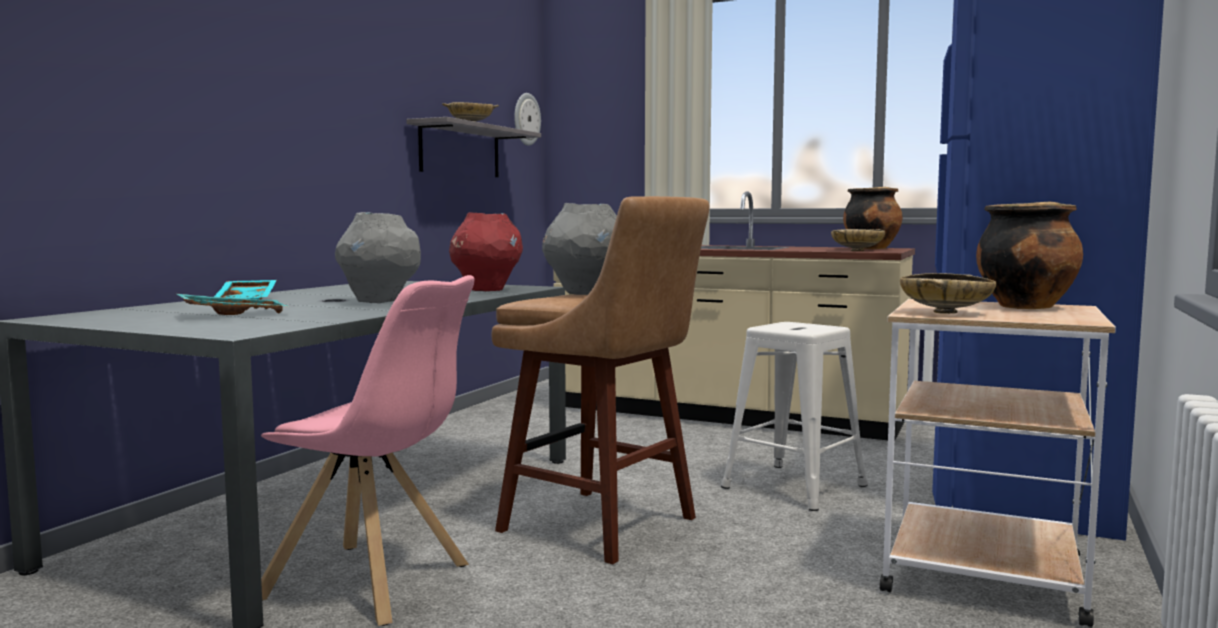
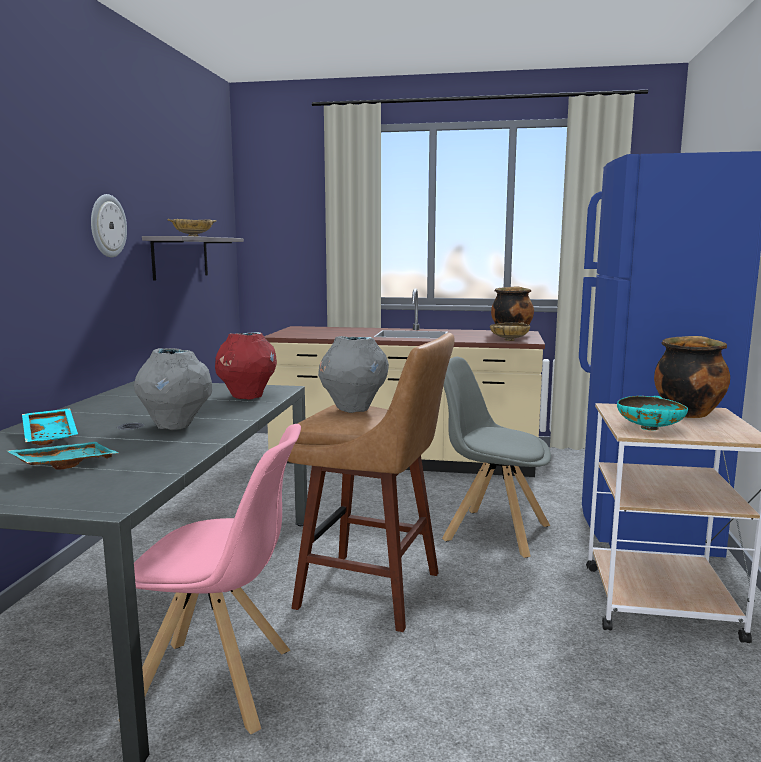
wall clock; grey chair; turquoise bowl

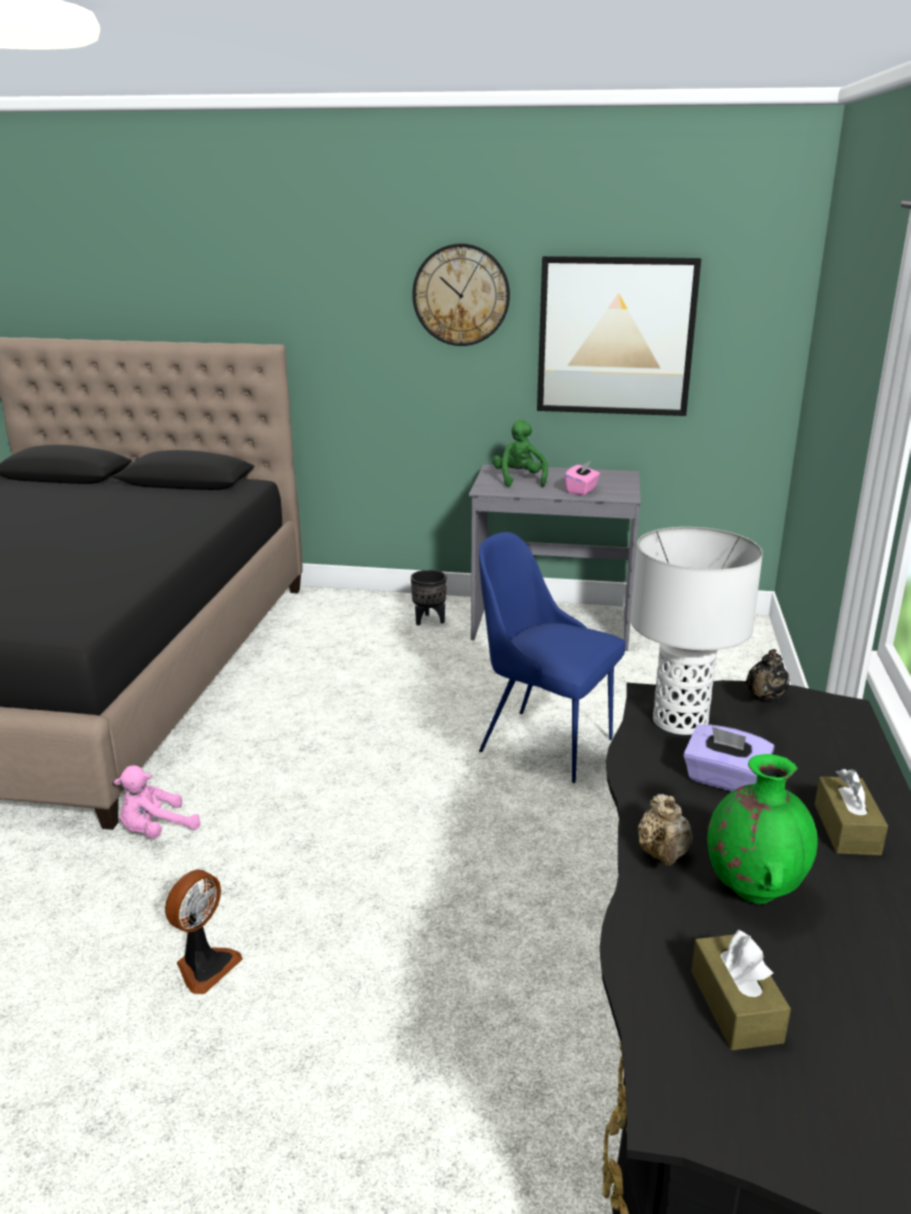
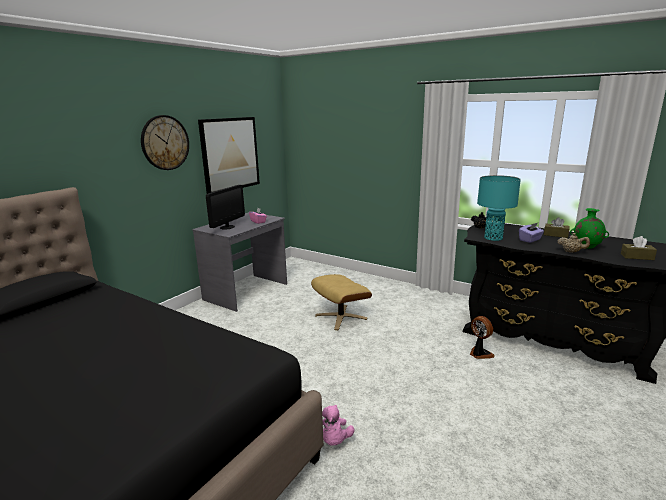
fan; black planter; beige ottoman; monitor; turquoise table lamp

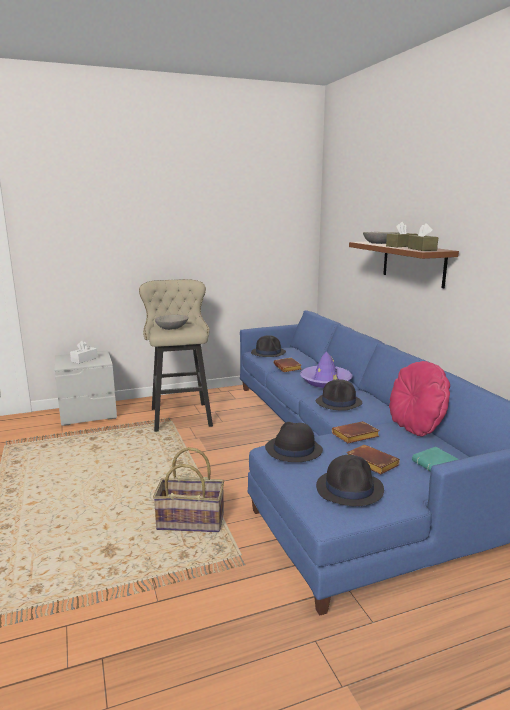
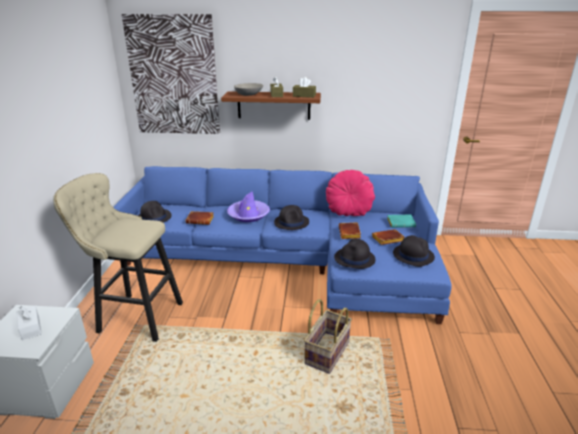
grey bowl (no. 1 from left in the first image); picture

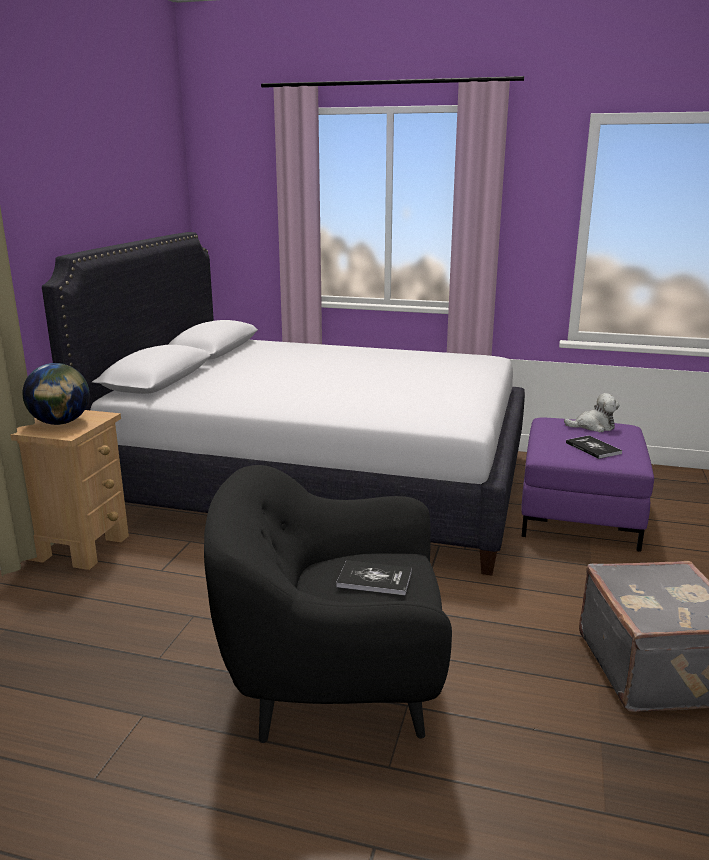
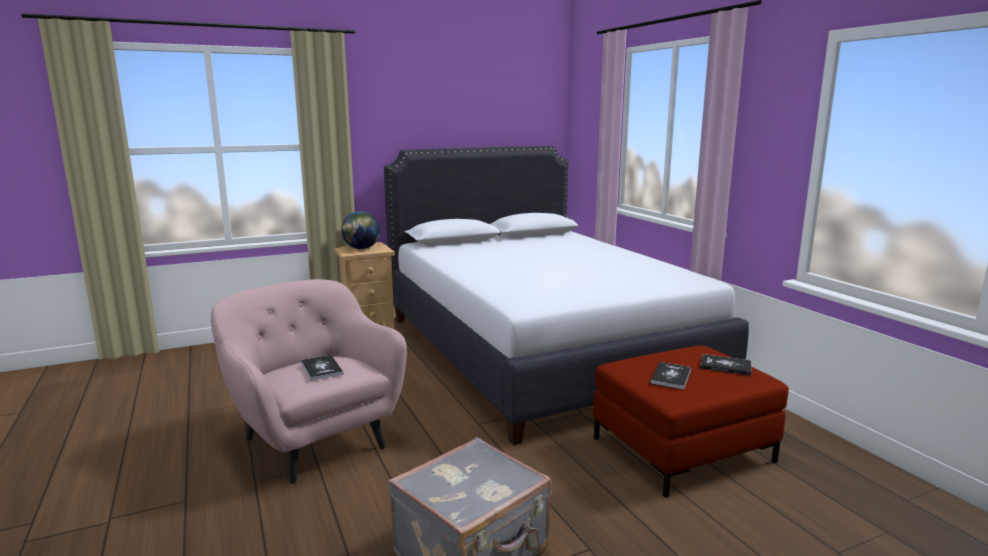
pink armchair; red ottoman; book (no. 3 from left)

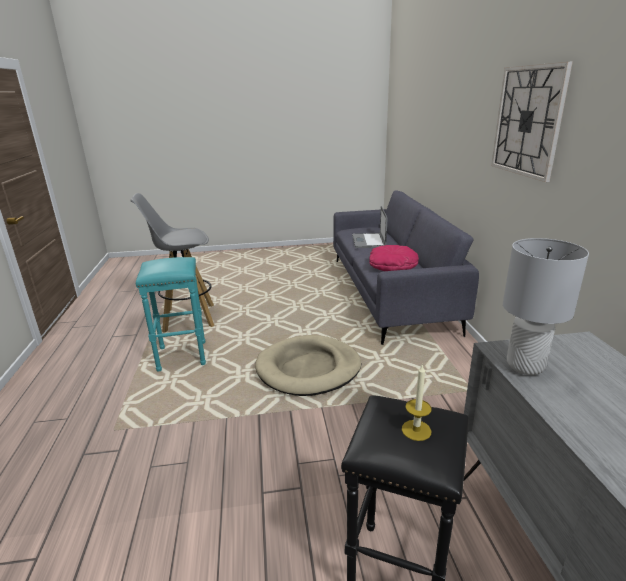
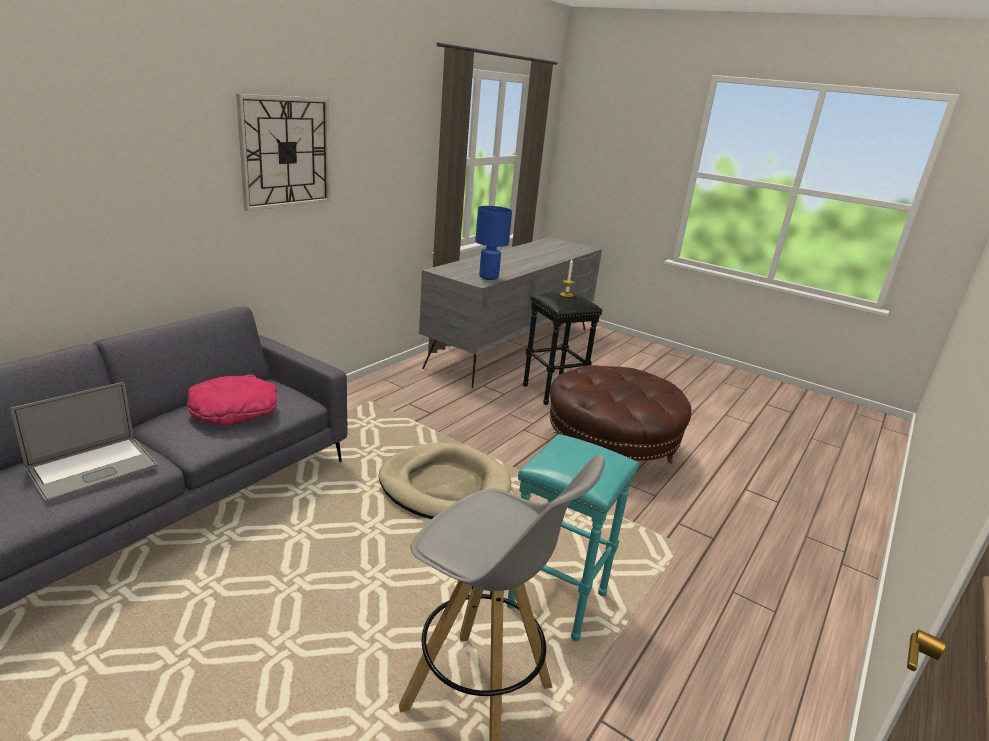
blue table lamp; brown ottoman

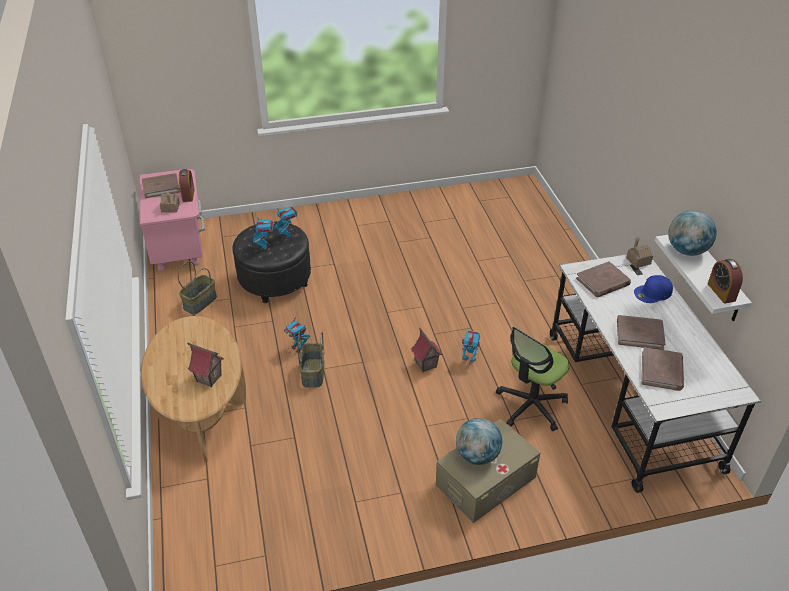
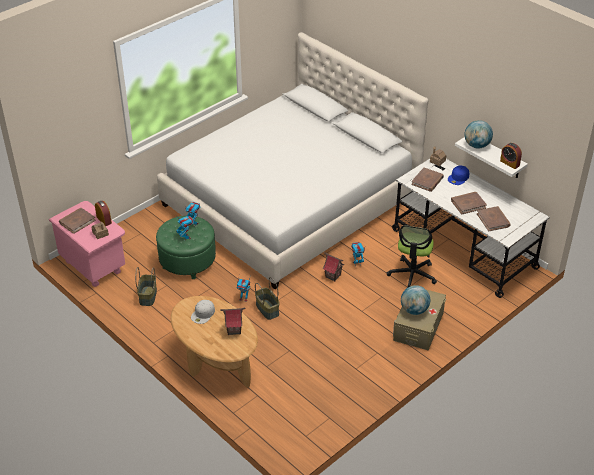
green ottoman; white bed; white cap

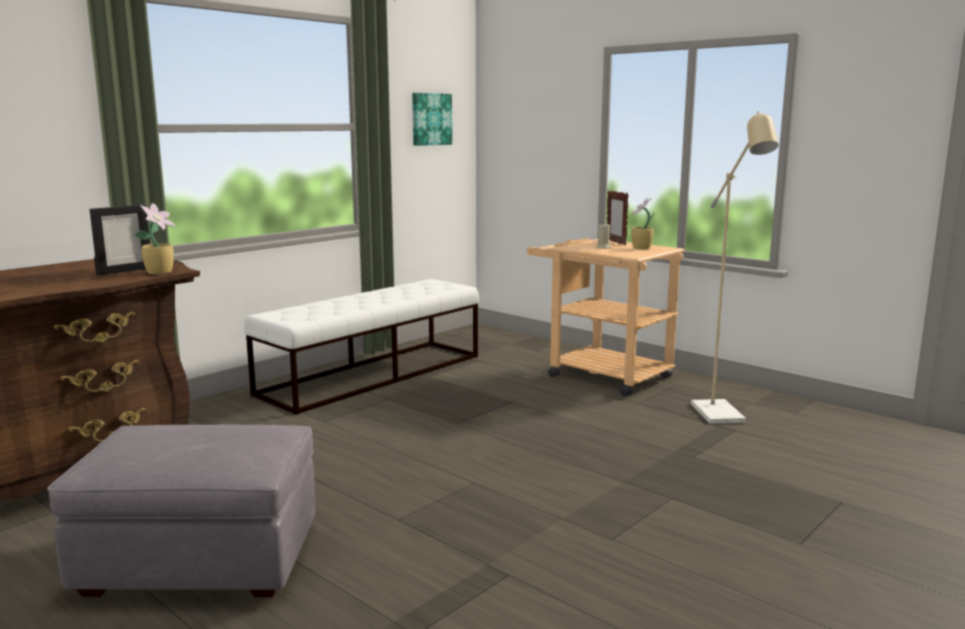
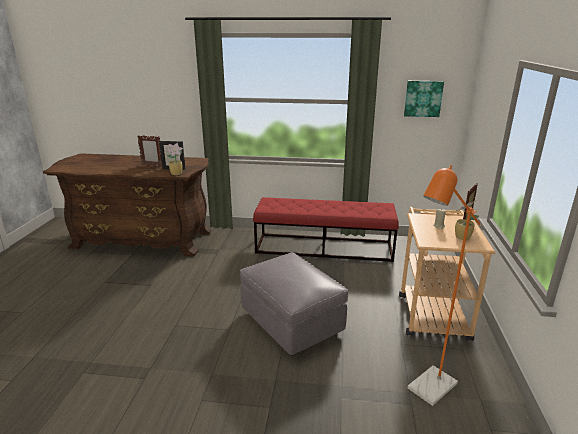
grey ottoman; red bench; orange floor lamp; picture frame (no. 1 from left)

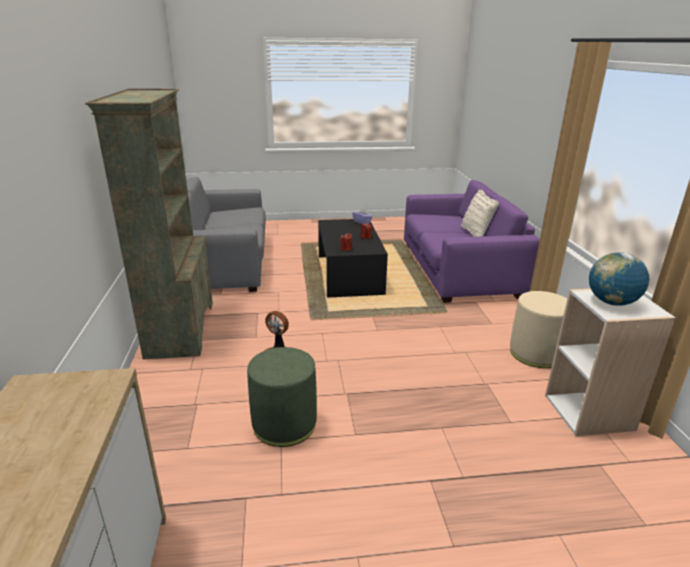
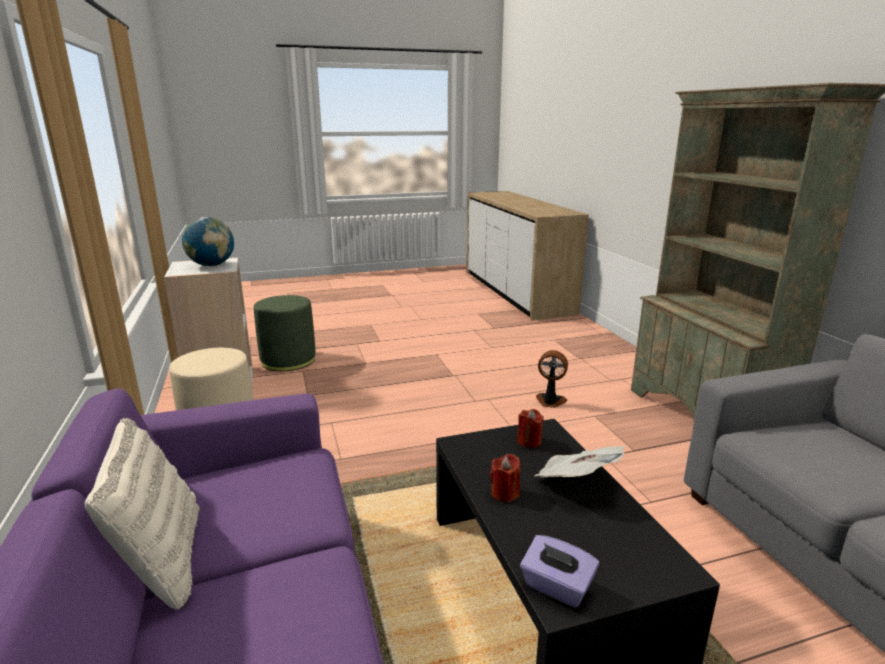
green ottoman; newspaper

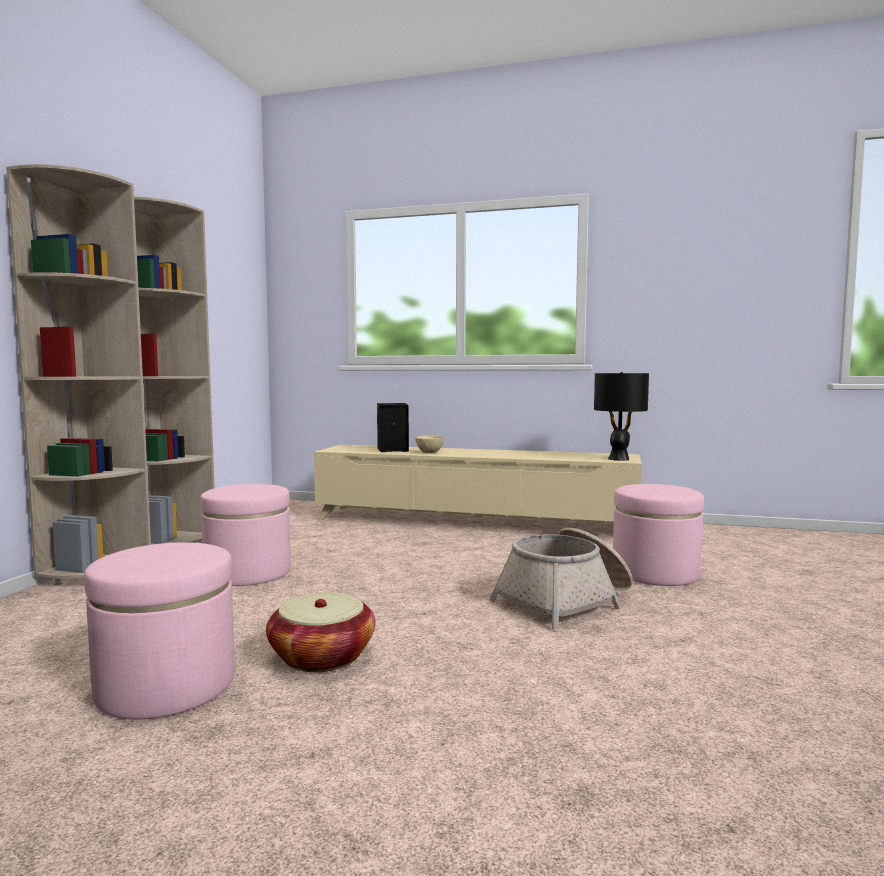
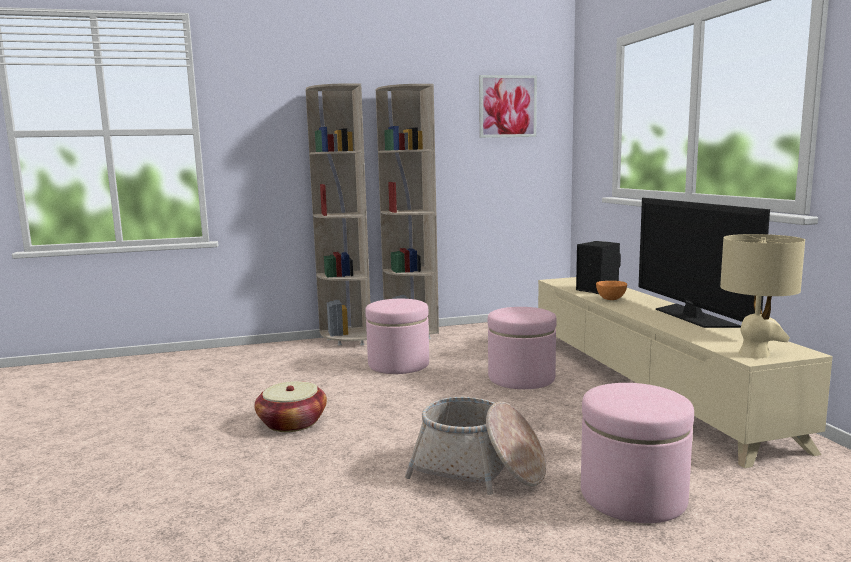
pink ottoman (no. 2 from left); orange bowl; beige table lamp; picture; television

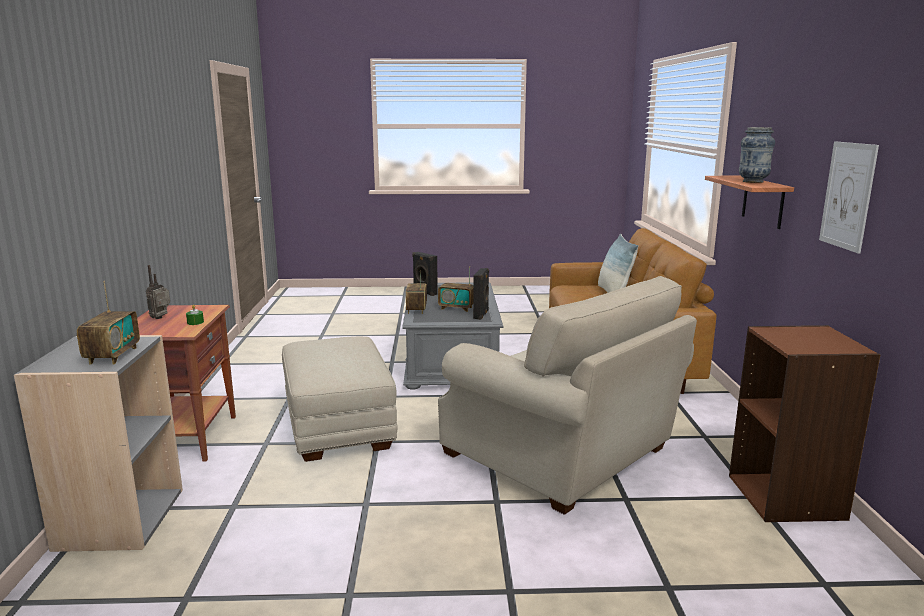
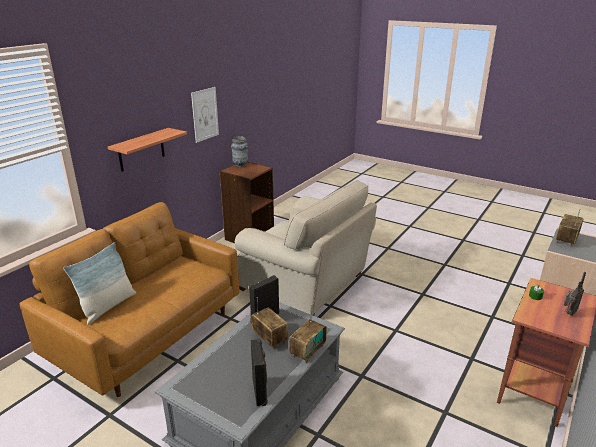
beige ottoman; beige armchair; vase

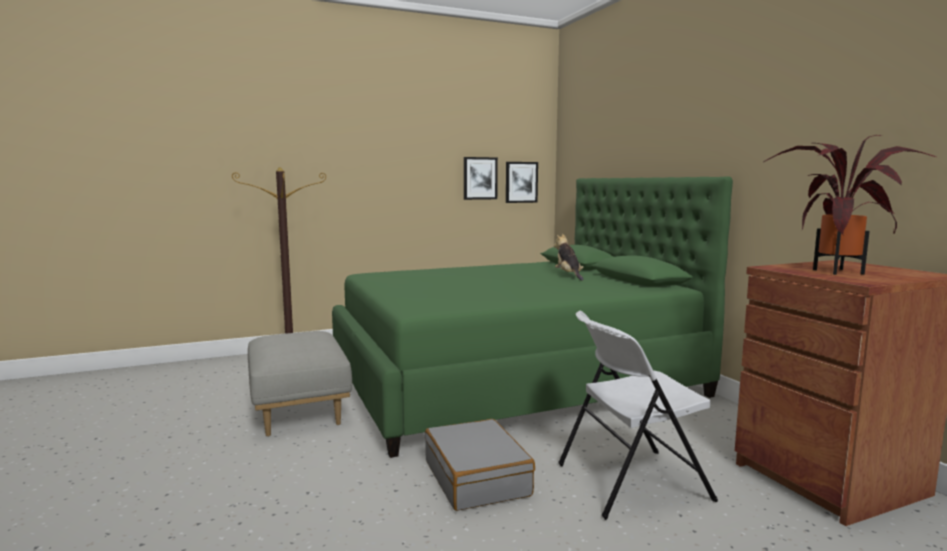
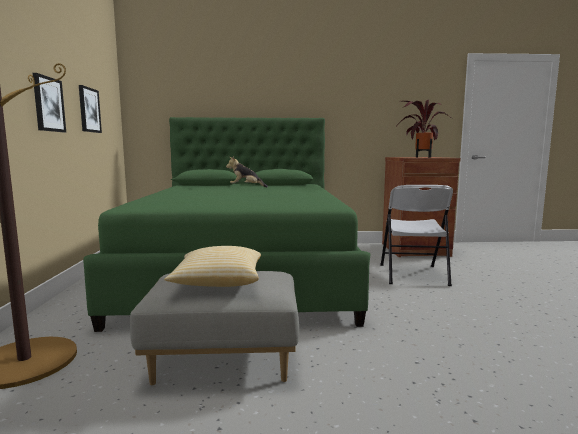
grey suitcase; picture (no. 1 from left); pillow

